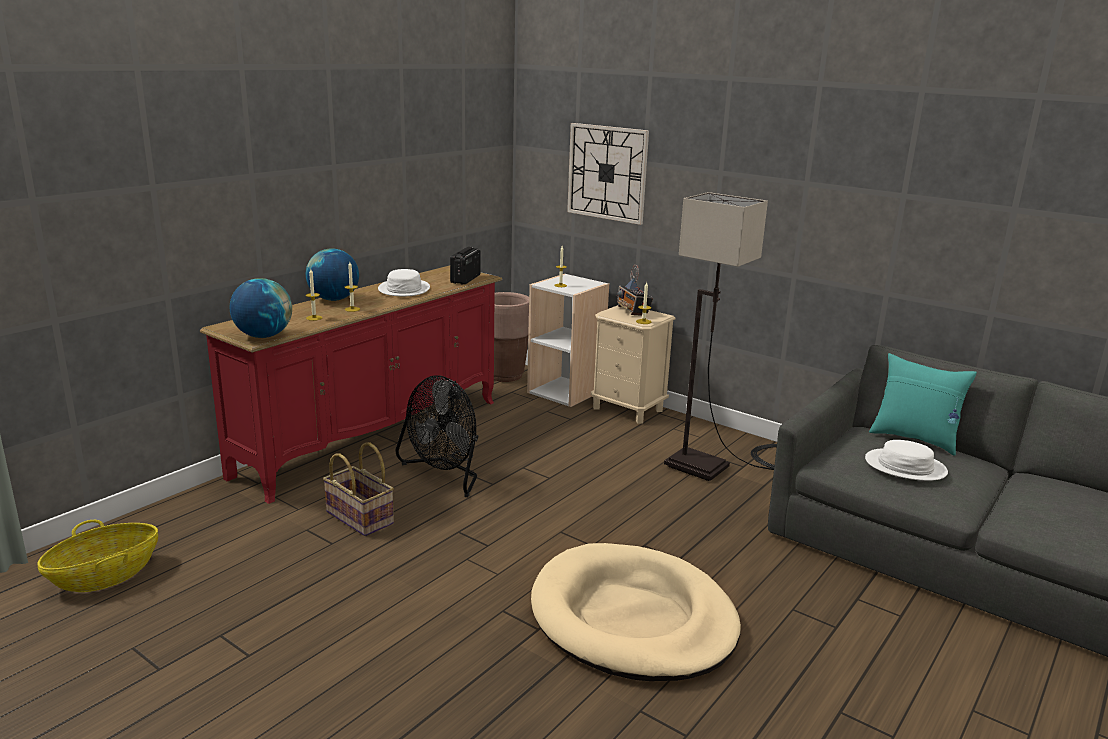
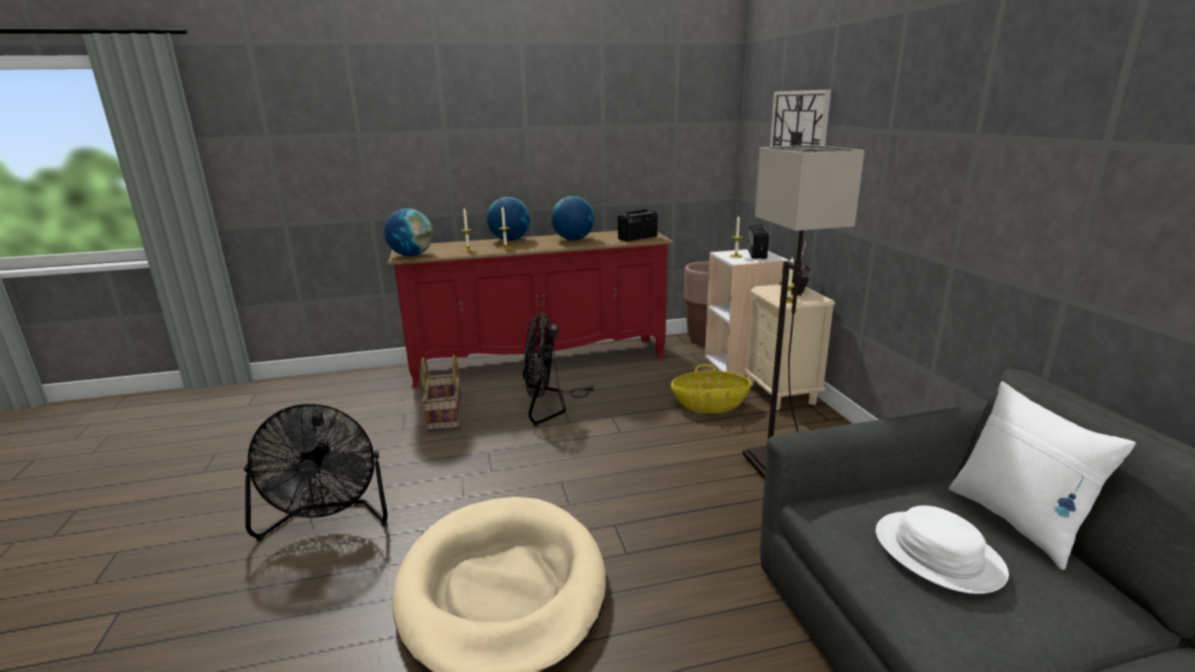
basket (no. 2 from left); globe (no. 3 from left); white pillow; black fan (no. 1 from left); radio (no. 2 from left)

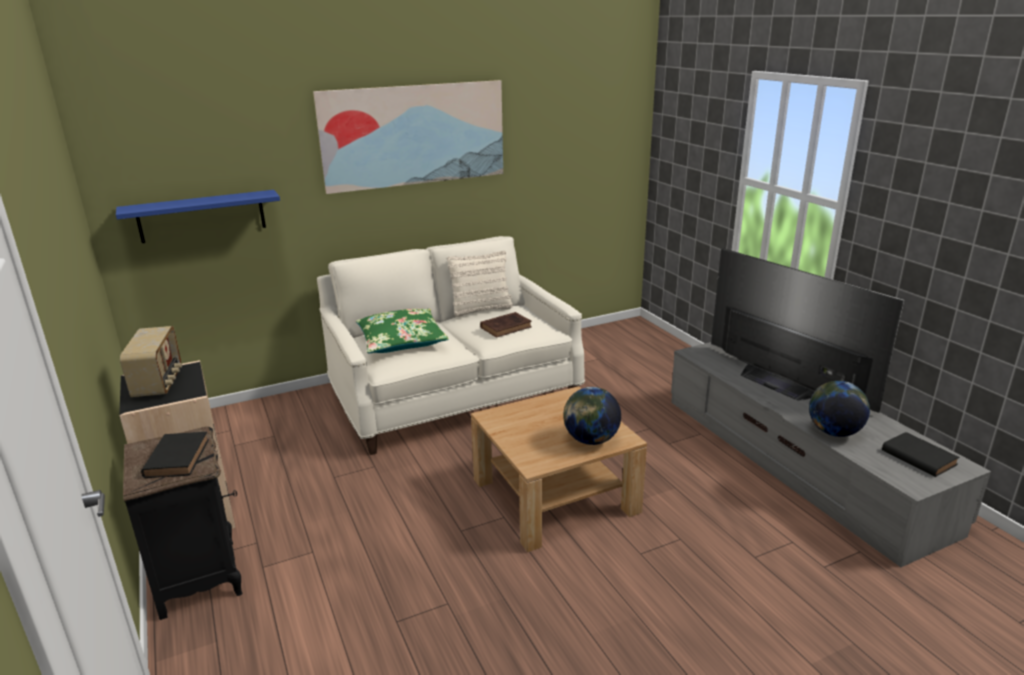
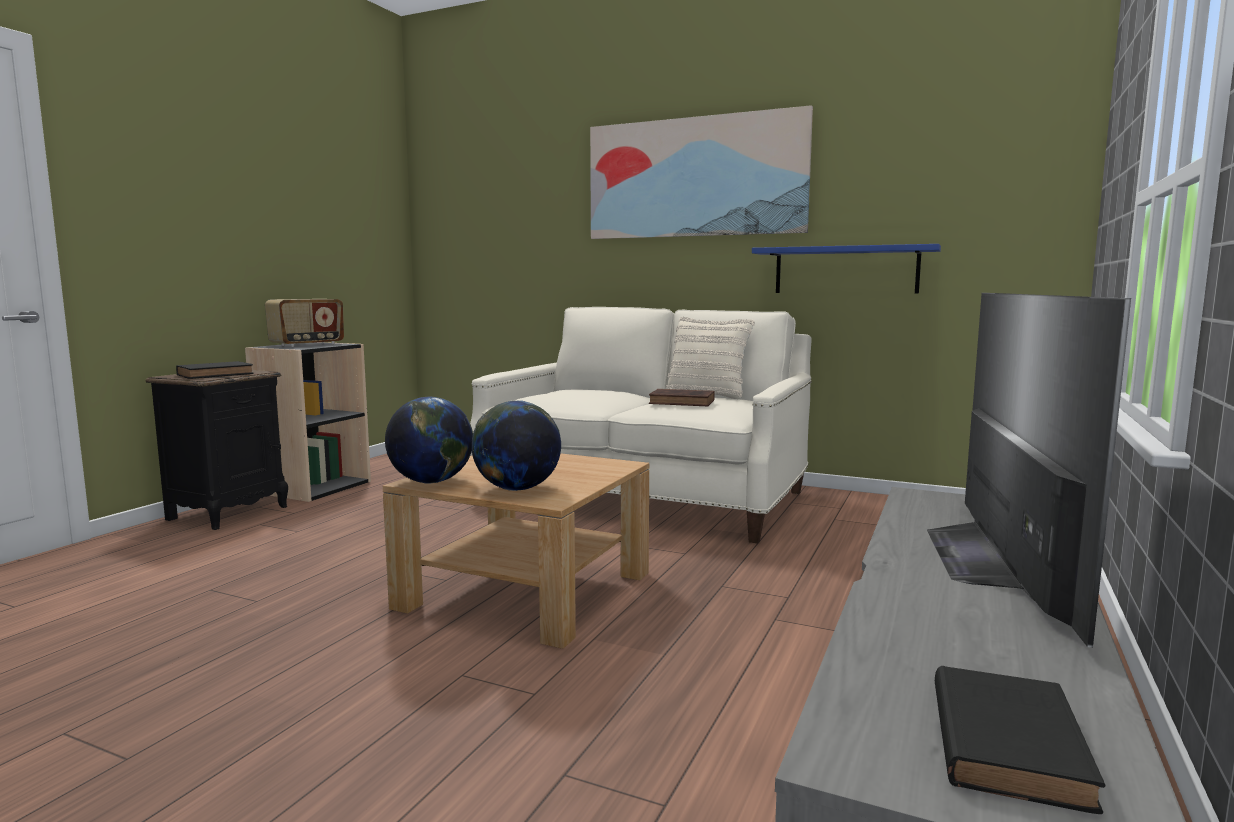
blue shelf; green pillow; globe (no. 1 from left)

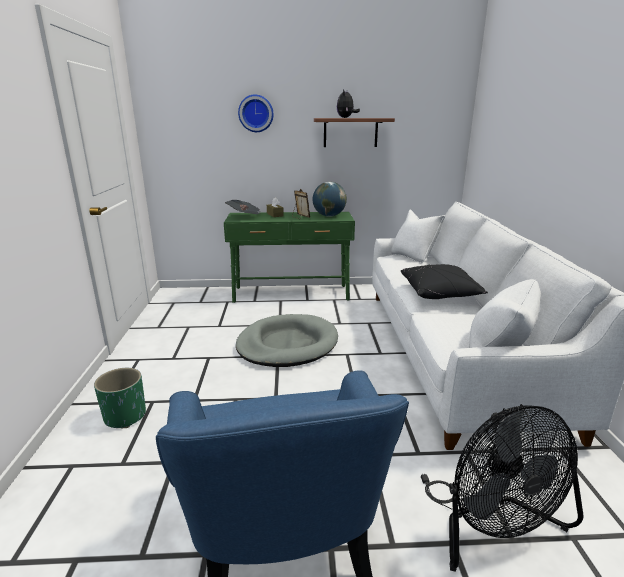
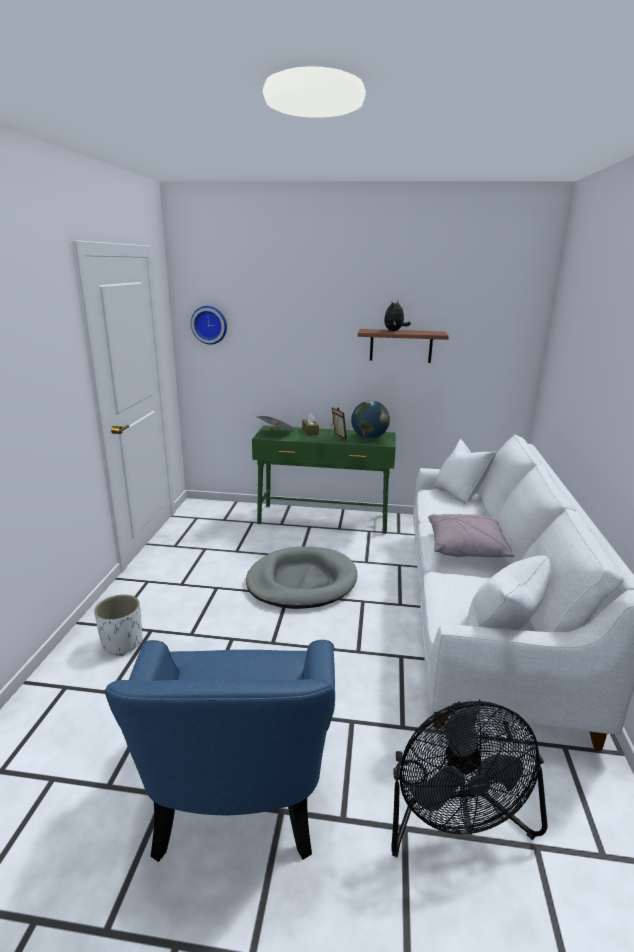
white planter; wall clock; purple pillow

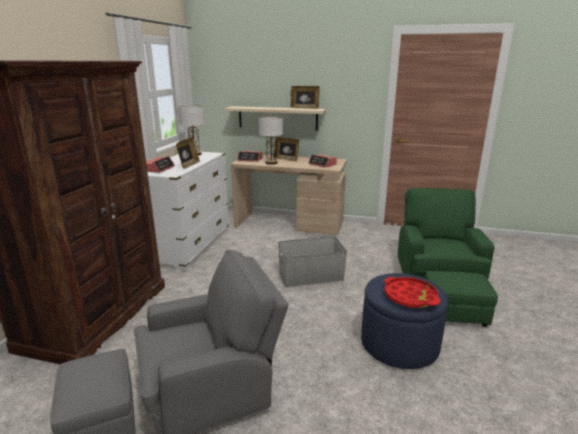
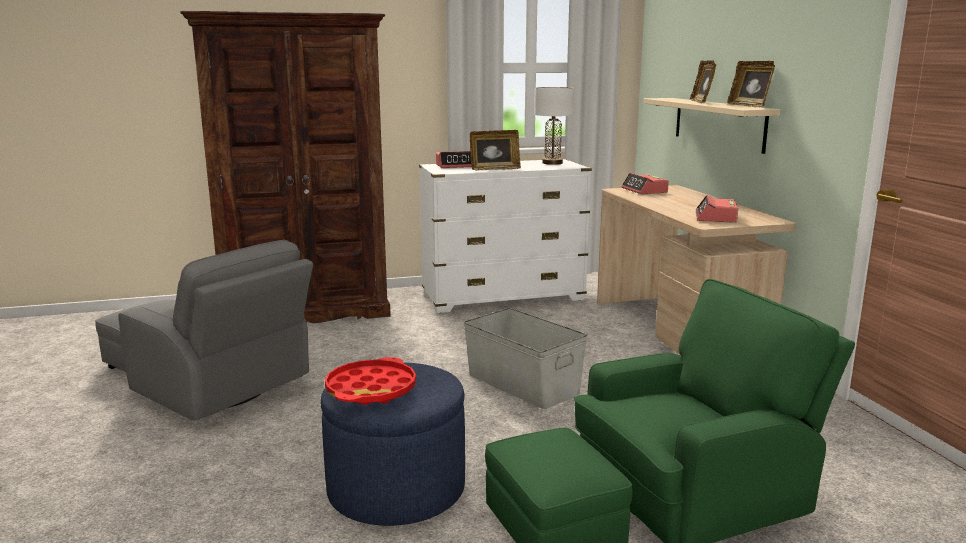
table lamp (no. 2 from left in the first image); picture frame (no. 2 from left)

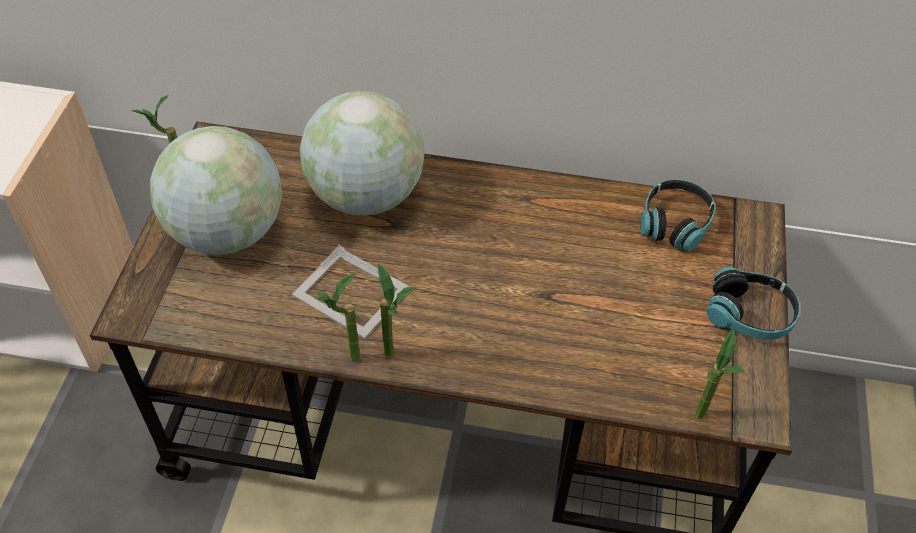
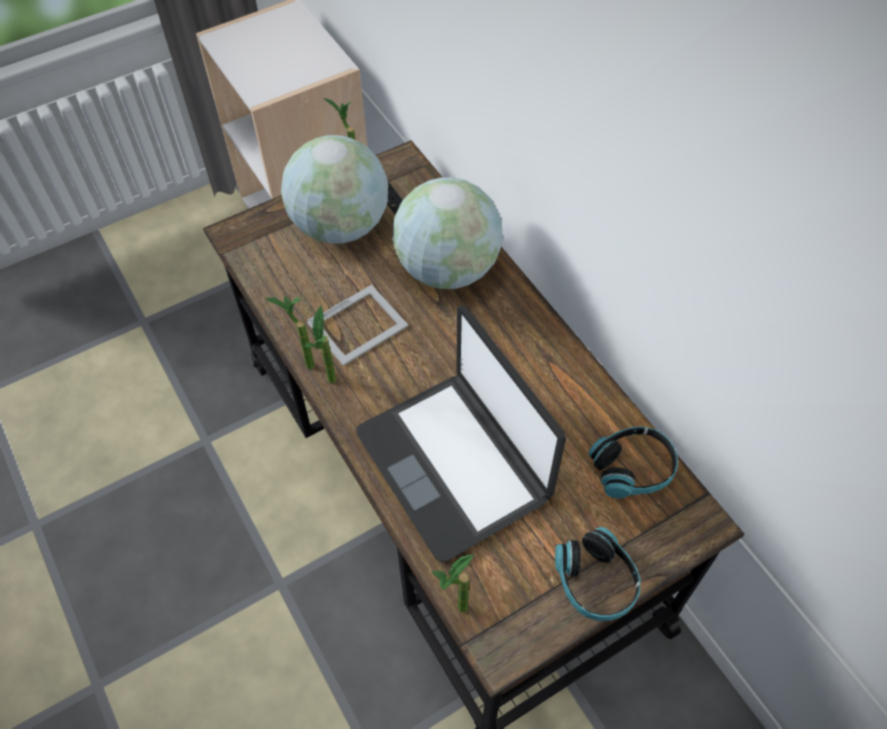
picture frame; laptop

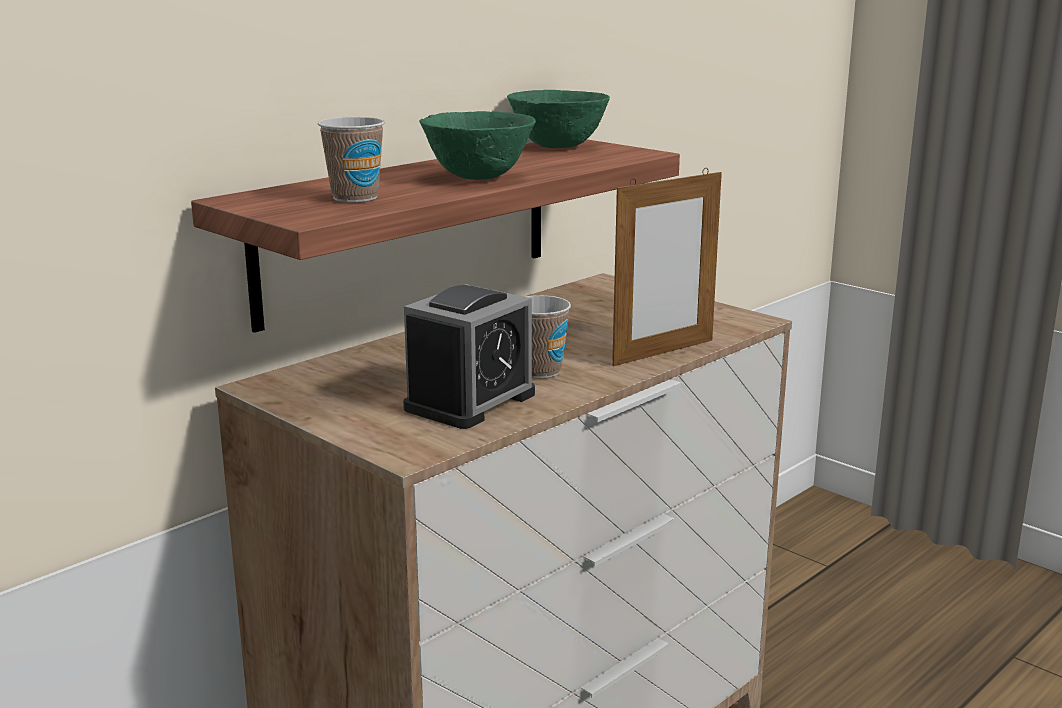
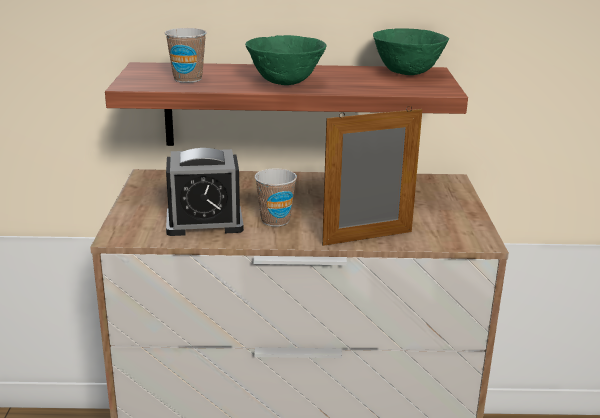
picture frame

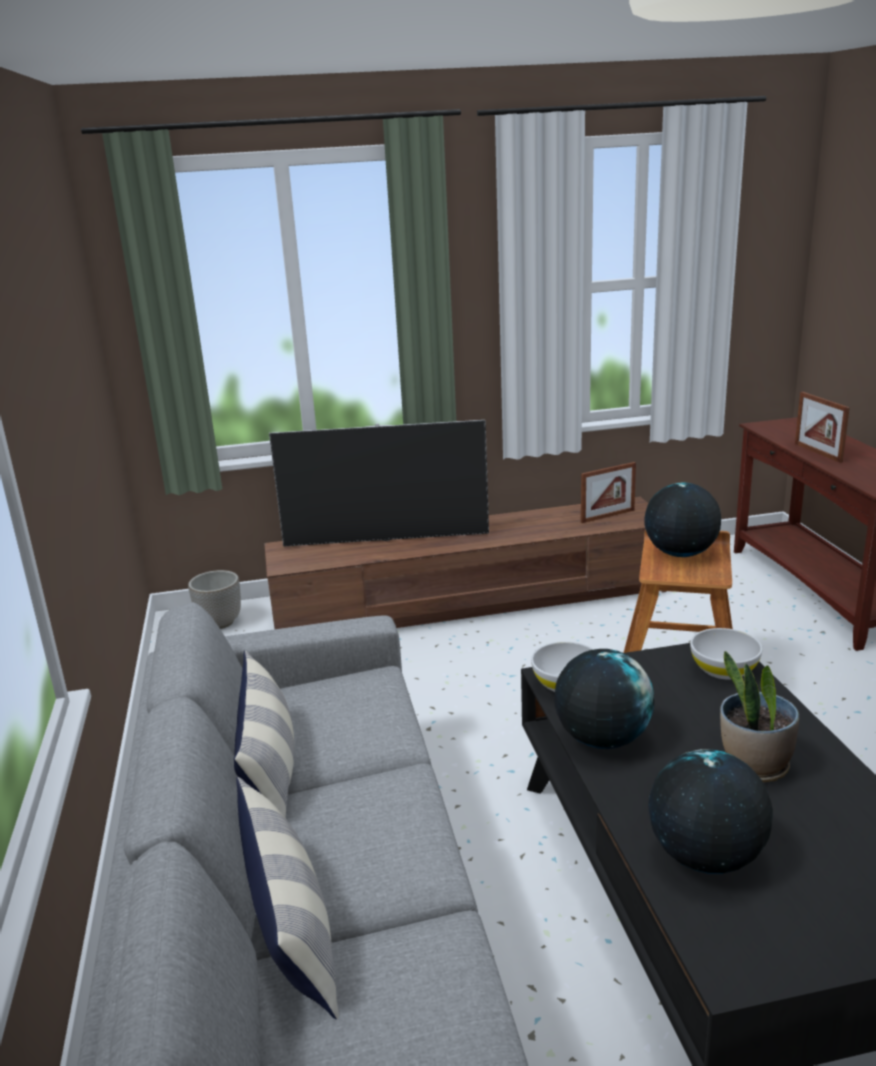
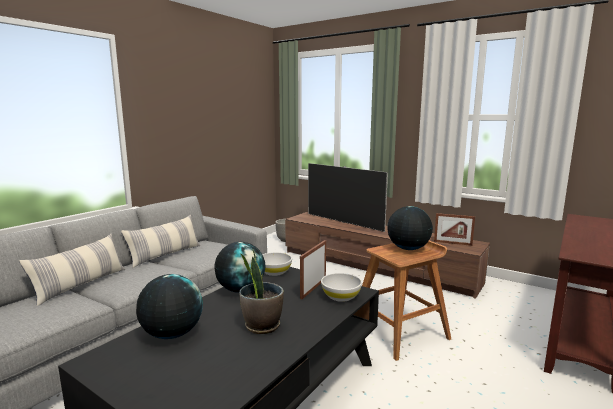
picture frame (no. 1 from left)

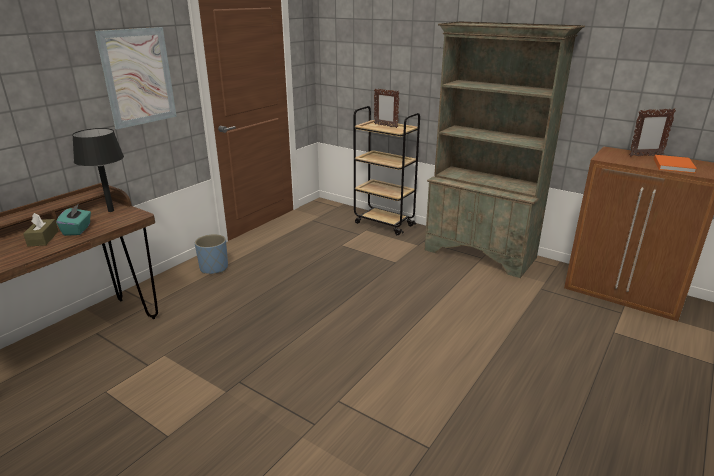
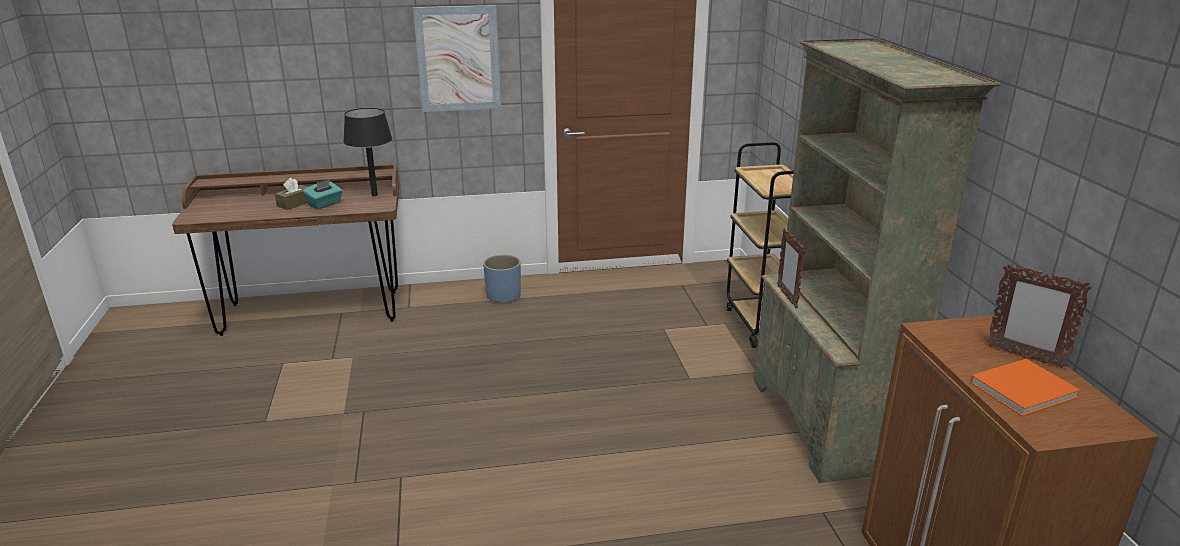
picture frame (no. 1 from left)

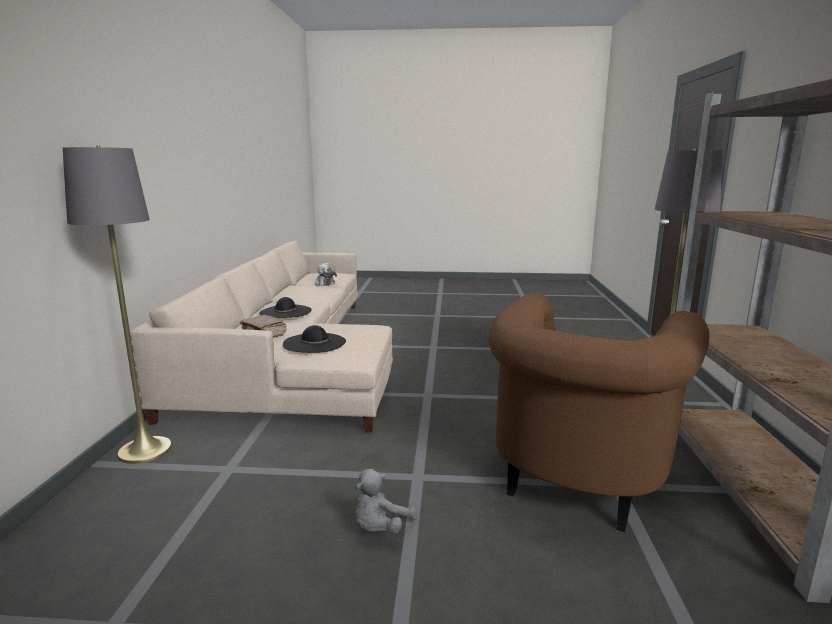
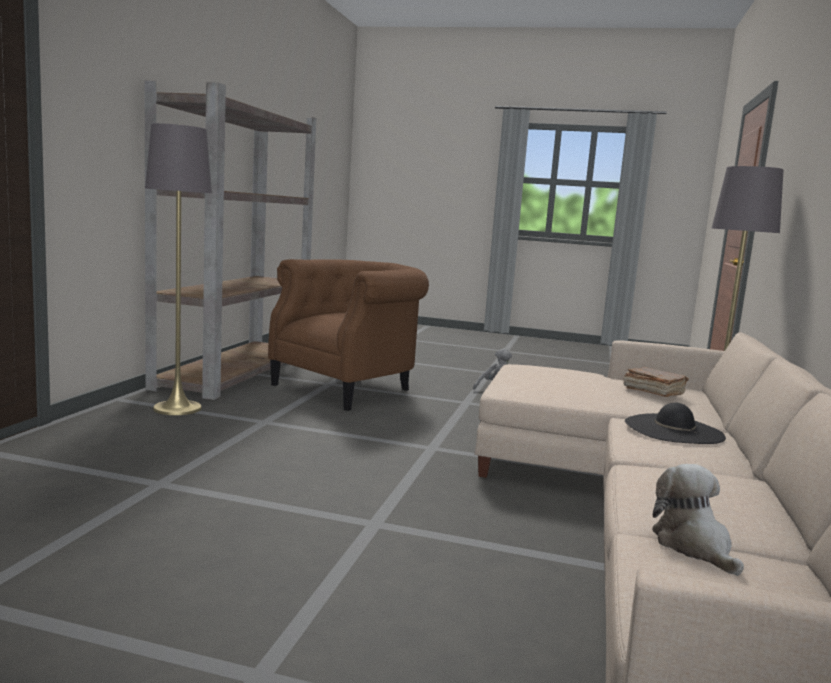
black hat (no. 2 from left in the first image)

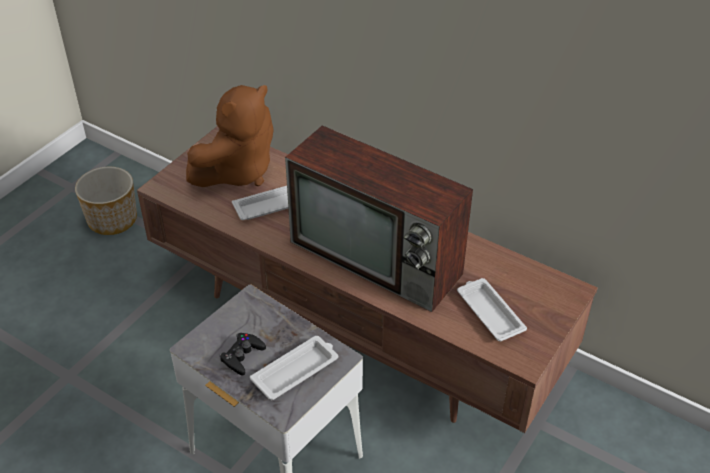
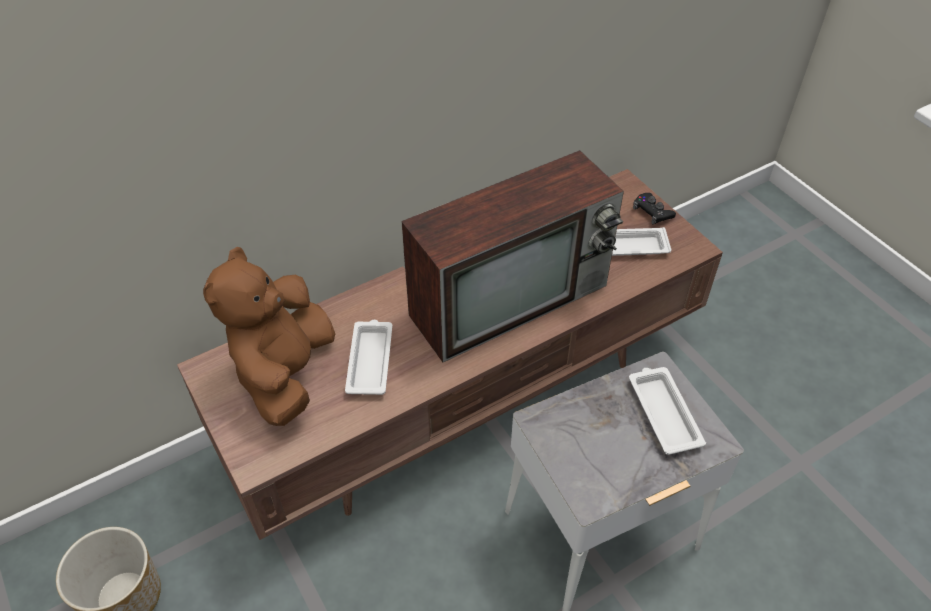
brown plush toy; black game controller

